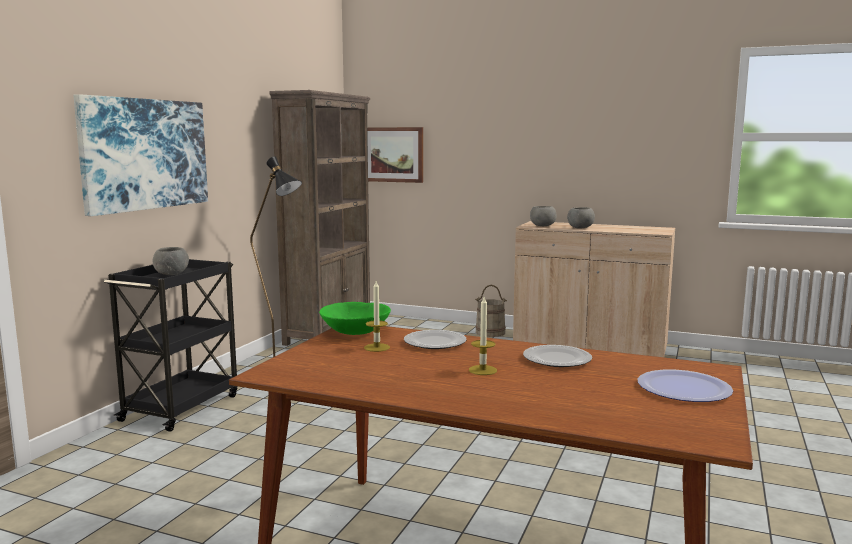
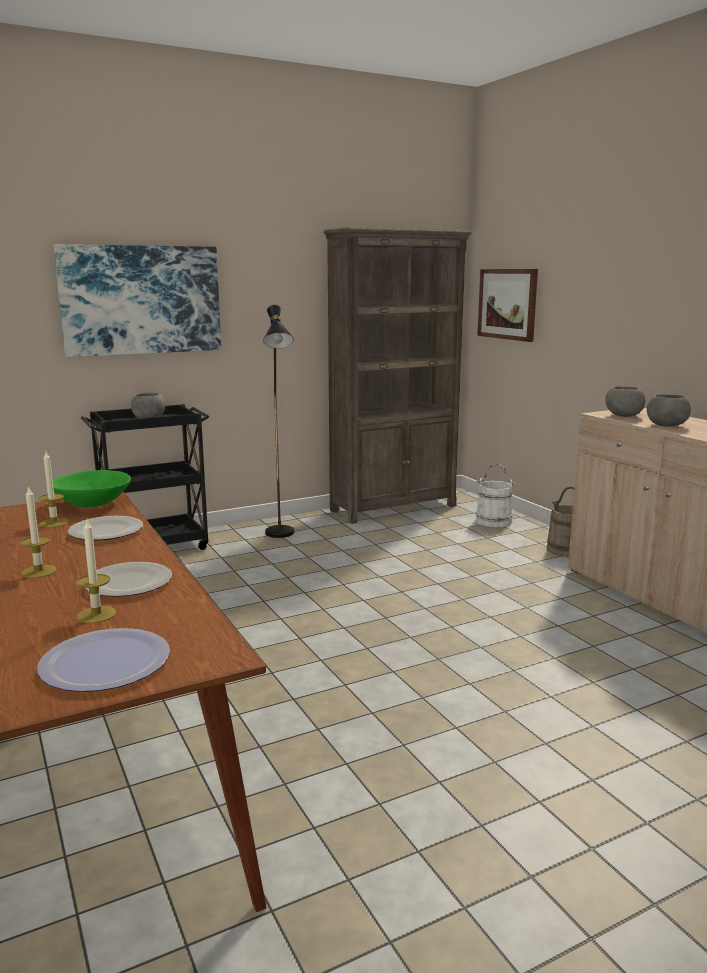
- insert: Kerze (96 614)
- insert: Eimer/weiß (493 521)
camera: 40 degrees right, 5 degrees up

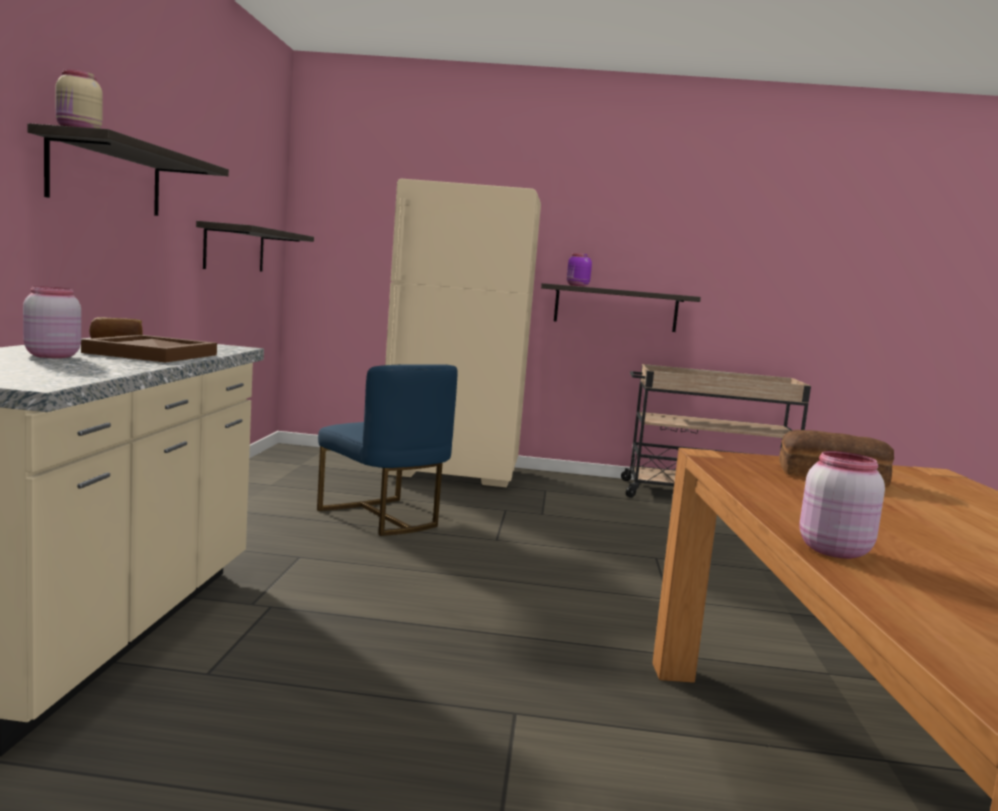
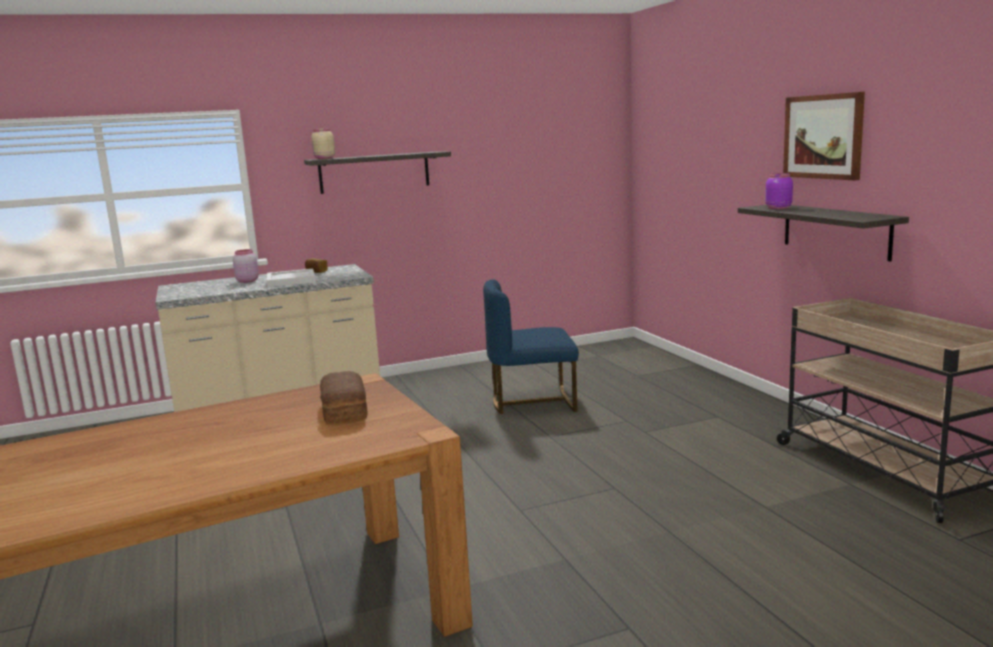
- recolor: Tablett/braun (151 353) to Tablett/weiß (292 280)
- delete: Wandregal (235 248)
- rotate: Stuhl/blau (383 517) = (532 402) 60 degrees clockwise
- delete: Kühlschrank/beige (451 474)
- delete: Vorratsglas/rosa (832 550)
- insert: Bild (823 136)
camera: 65 degrees right, 5 degrees up

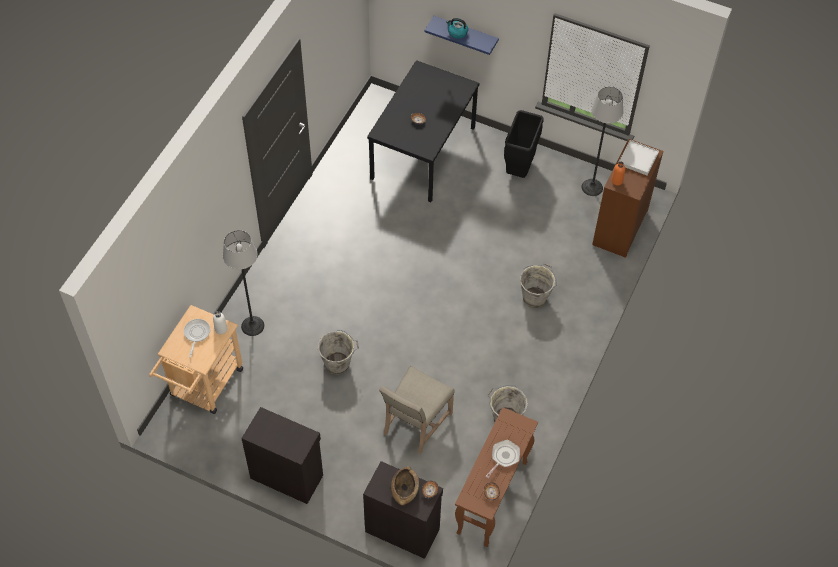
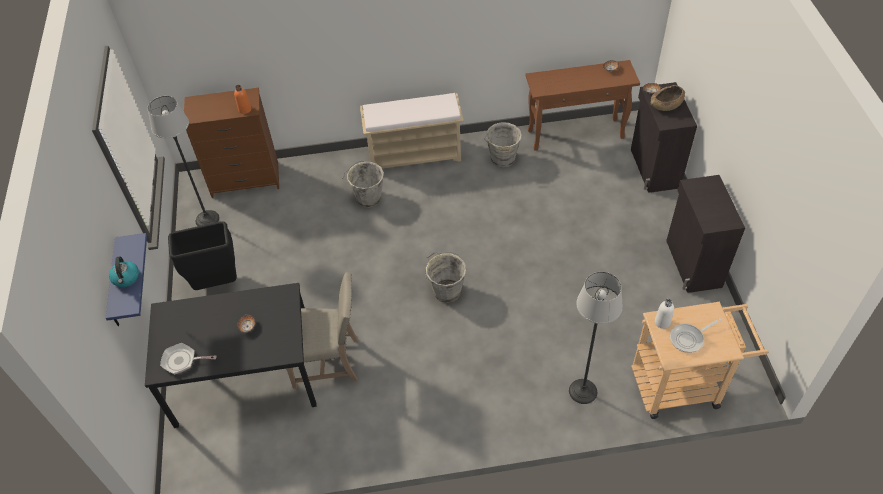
- move: Eimer/grau (338 364) to (446 290)
- move: Stuhl/beige (415 424) to (329 361)
- move: Pfanne (504 457) to (182 361)
- delete: Tablett/weiß (638 159)
- insert: Bank/beige (415 155)
camera: 120 degrees left, 5 degrees down

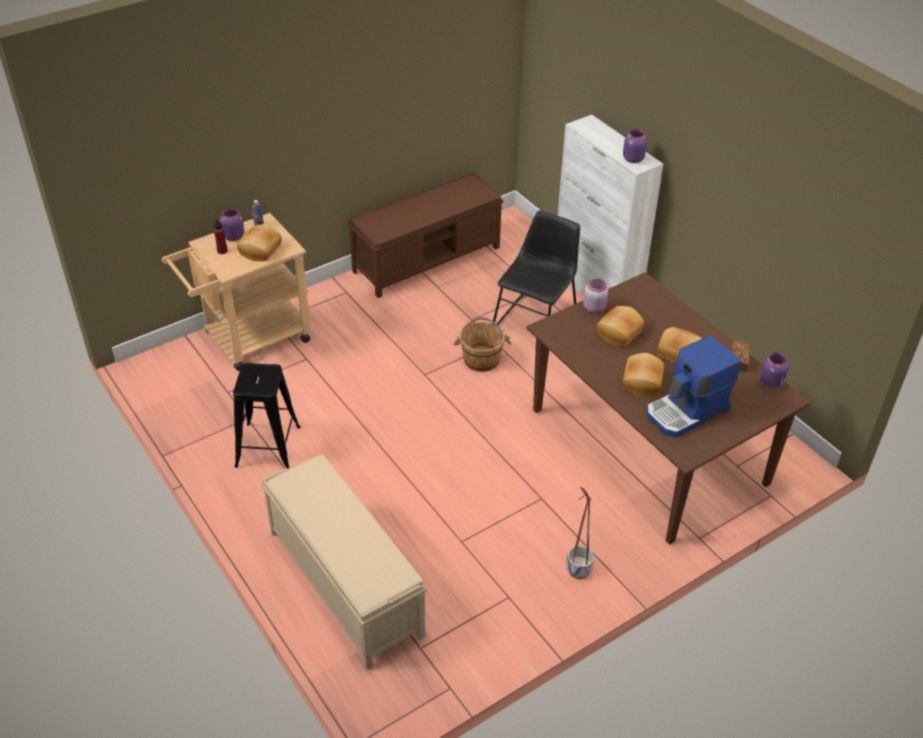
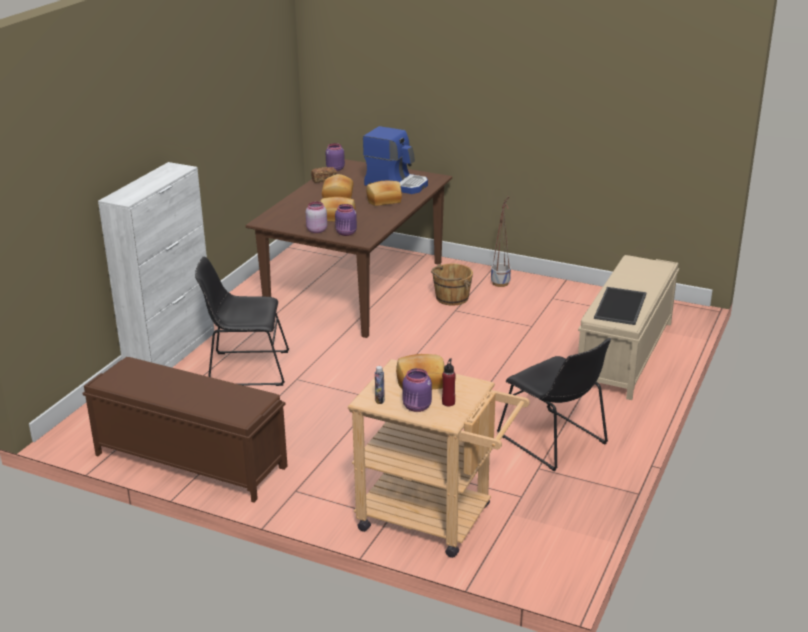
- replace: Hocker/schwarz (268 446) to Stuhl/schwarz (555 441)
- move: Eimer/braun (481 359) to (451 298)
- move: Vorratsglas/lila (632 159) to (346 233)
- insert: Tablett (621 307)
camera: 120 degrees left, 15 degrees down

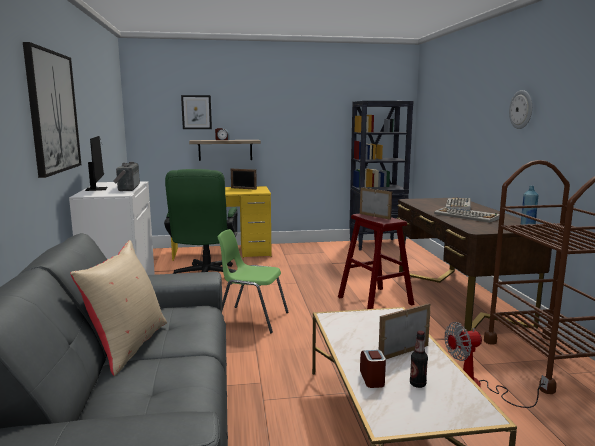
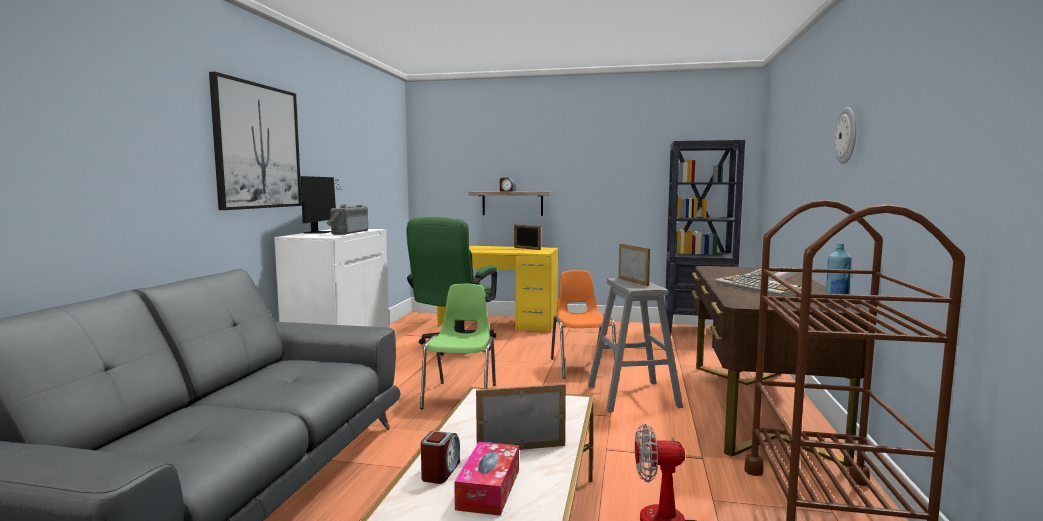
- delete: Kissen/beige (128 346)
- delete: Bild (196 112)
- rotate: Stuhl/grün (251 318) = (462 396) 60 degrees clockwise
- recolor: Hocker/rot (375 301) to Hocker/grau (632 396)
- replace: Flasche (417 384) to Taschentuchbox (488 489)
- insert: Stuhl/orange (582 366)
camera: 20 degrees right, 5 degrees down

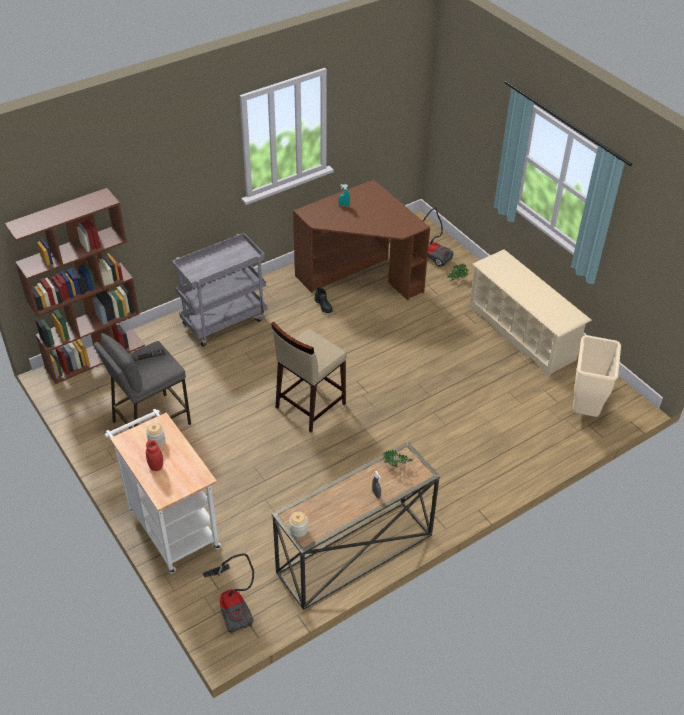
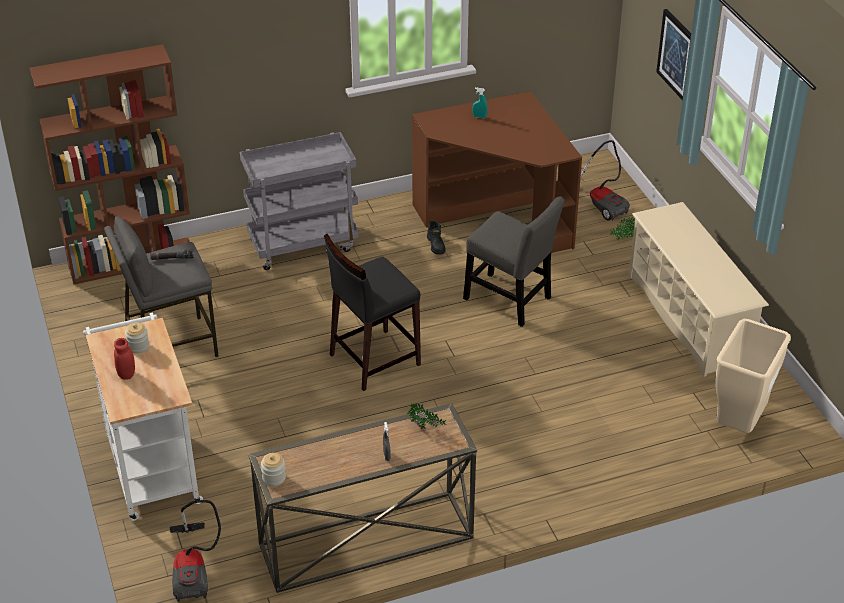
- recolor: Hocker/beige (309 405) to Hocker/schwarz (373 359)
- insert: Stuhl/grau (510 301)
- insert: Bild (677 55)
camera: 15 degrees right, 5 degrees down

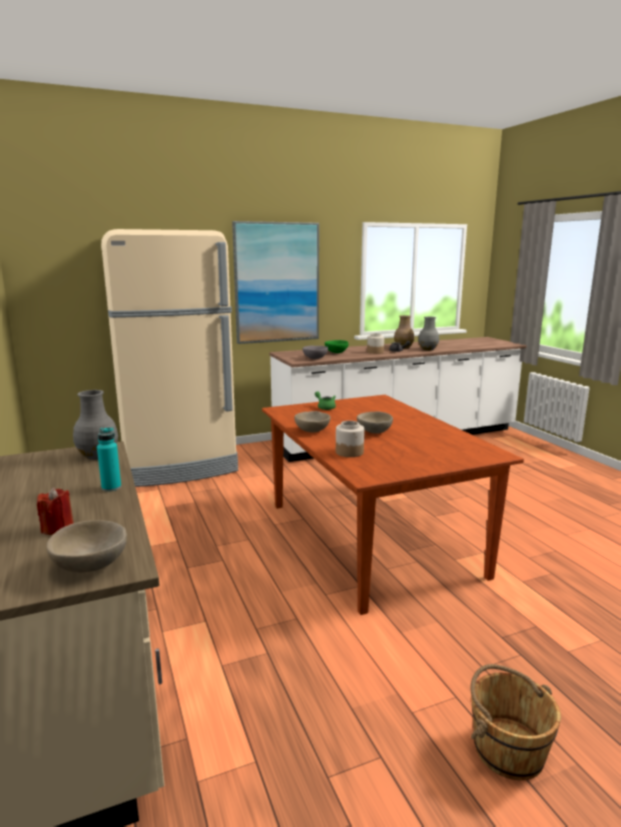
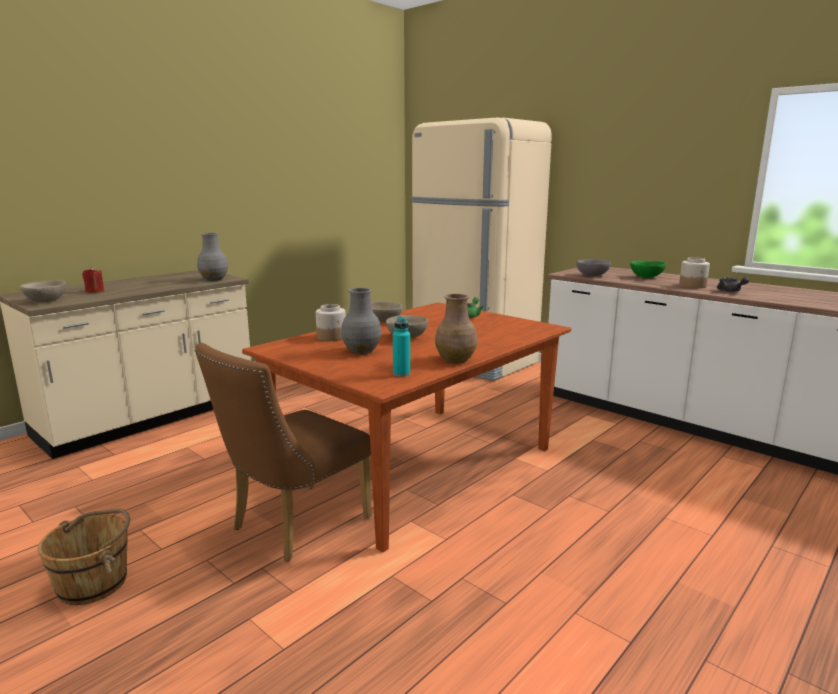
- move: Flasche/türkis (111 487) to (401 374)
- delete: Bild (277 283)
- move: Vase/braun (403 347) to (456 360)
- move: Vase/grau (427 349) to (362 351)
- insert: Stuhl/braun (292 526)
camera: 65 degrees right, 0 degrees up

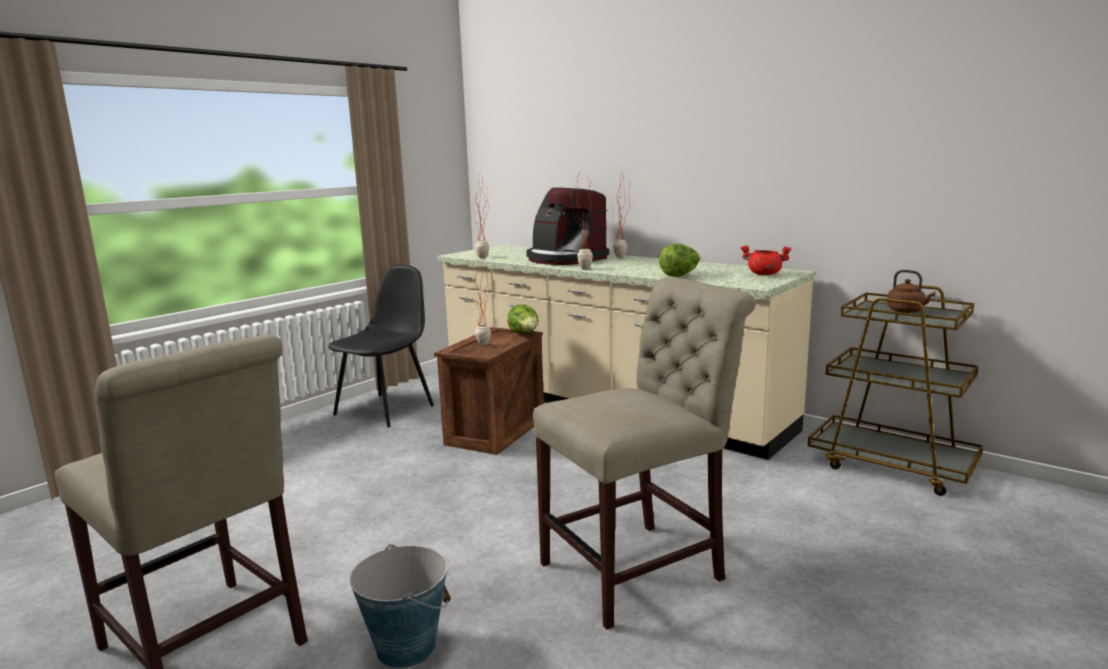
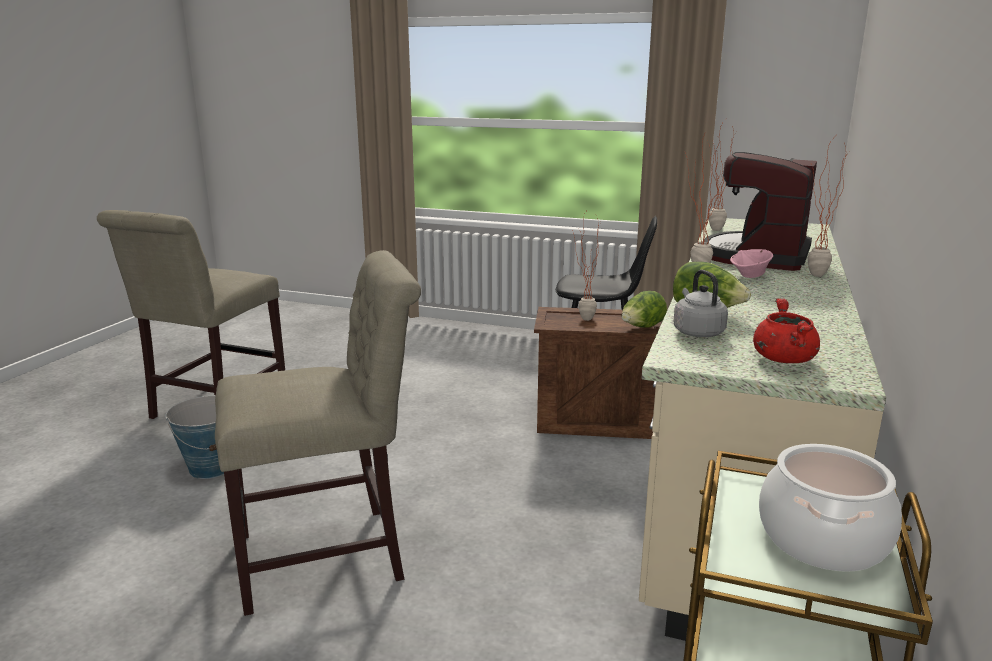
- rotate: Stuhl/beige (640 569) = (331 555) 60 degrees counterclockwise
- replace: Wasserkessel/braun (907 311) to Kochtopf (823 539)
- insert: Wasserkessel/grau (697 332)
- insert: Schüssel/rosa (749 276)
camera: 70 degrees right, 5 degrees up

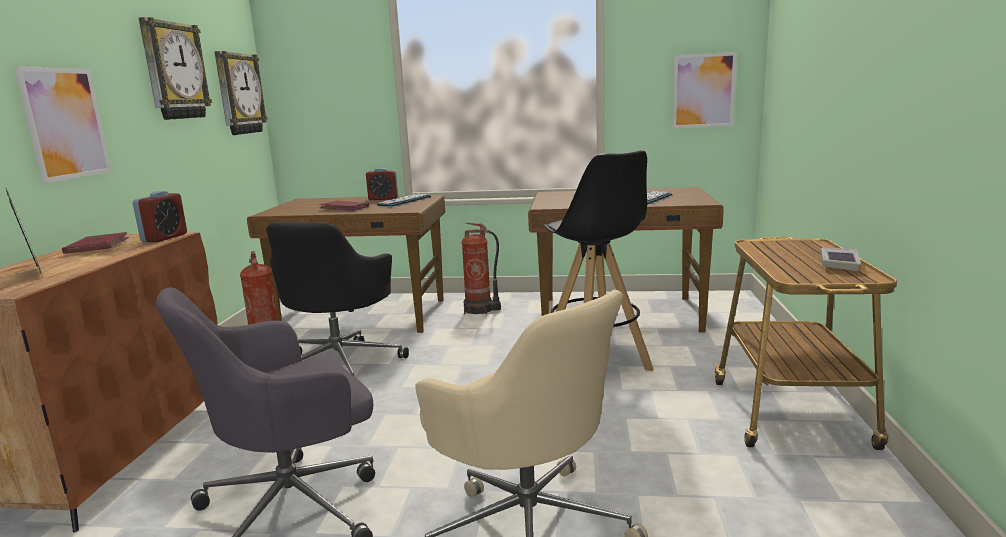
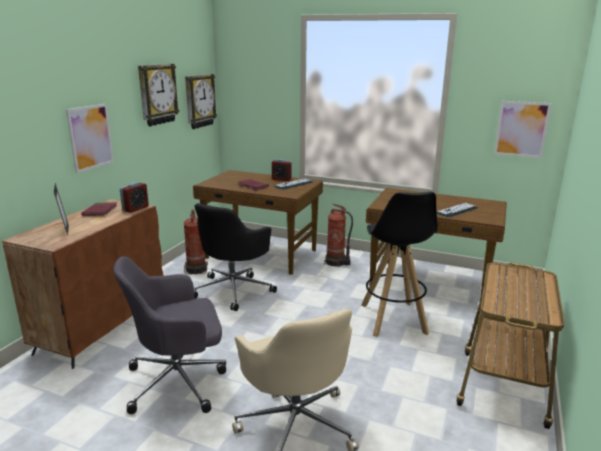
- delete: Buch (839 263)
camera: 15 degrees right, 5 degrees up

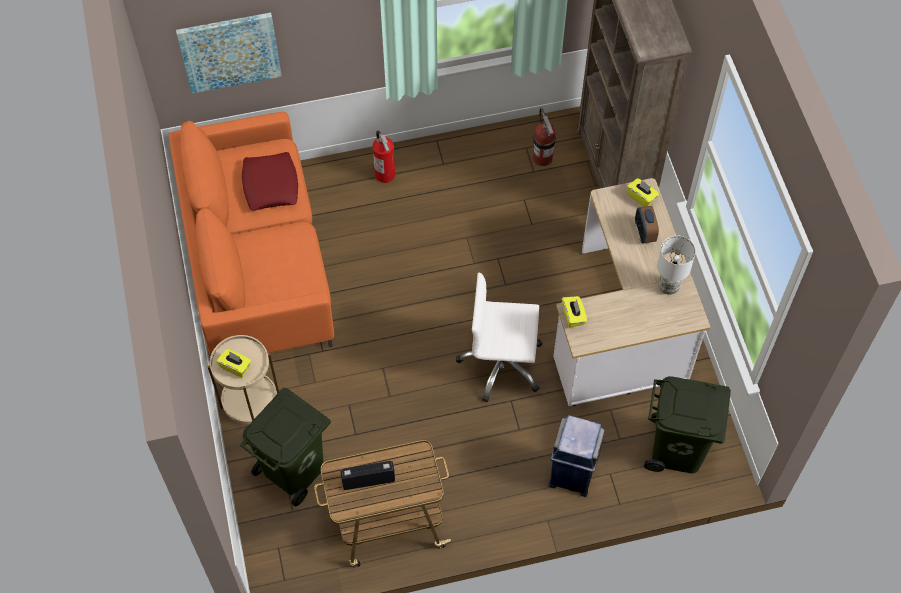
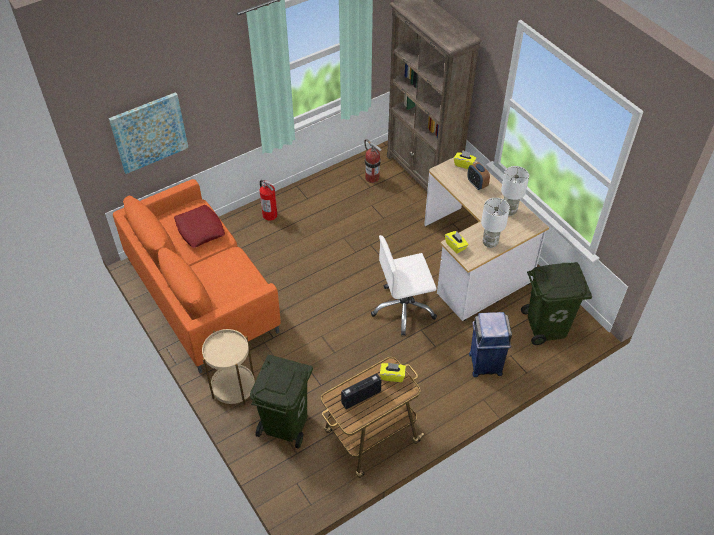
- move: Taschentuchbox/gelb (235 367) to (392 376)
- insert: Tischlampe/weiß (489 243)
camera: 20 degrees left, 10 degrees down

